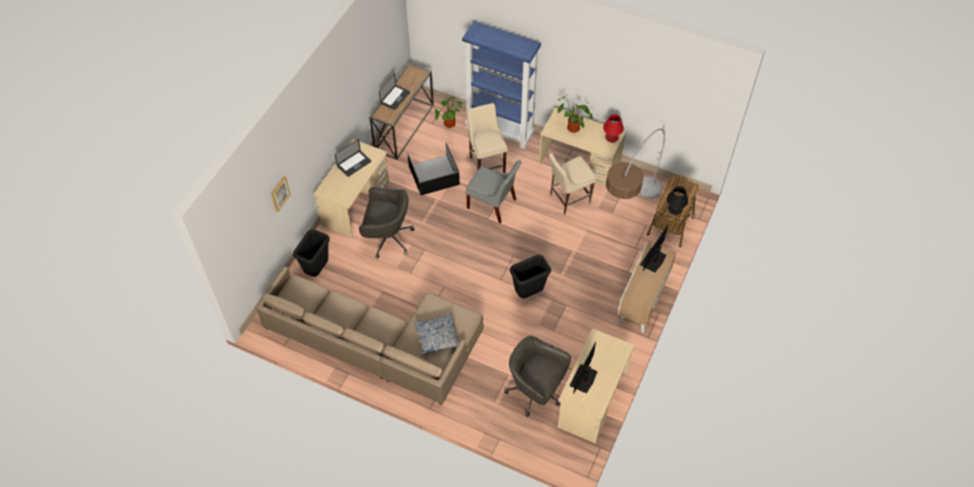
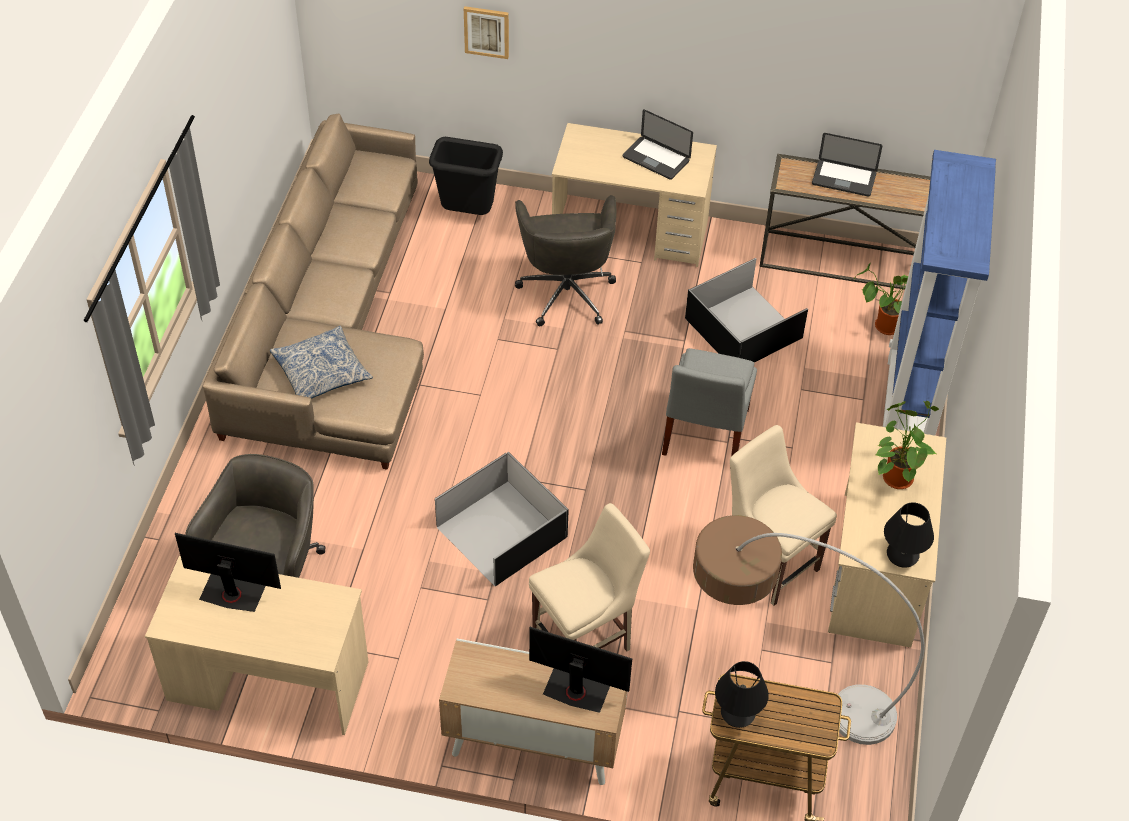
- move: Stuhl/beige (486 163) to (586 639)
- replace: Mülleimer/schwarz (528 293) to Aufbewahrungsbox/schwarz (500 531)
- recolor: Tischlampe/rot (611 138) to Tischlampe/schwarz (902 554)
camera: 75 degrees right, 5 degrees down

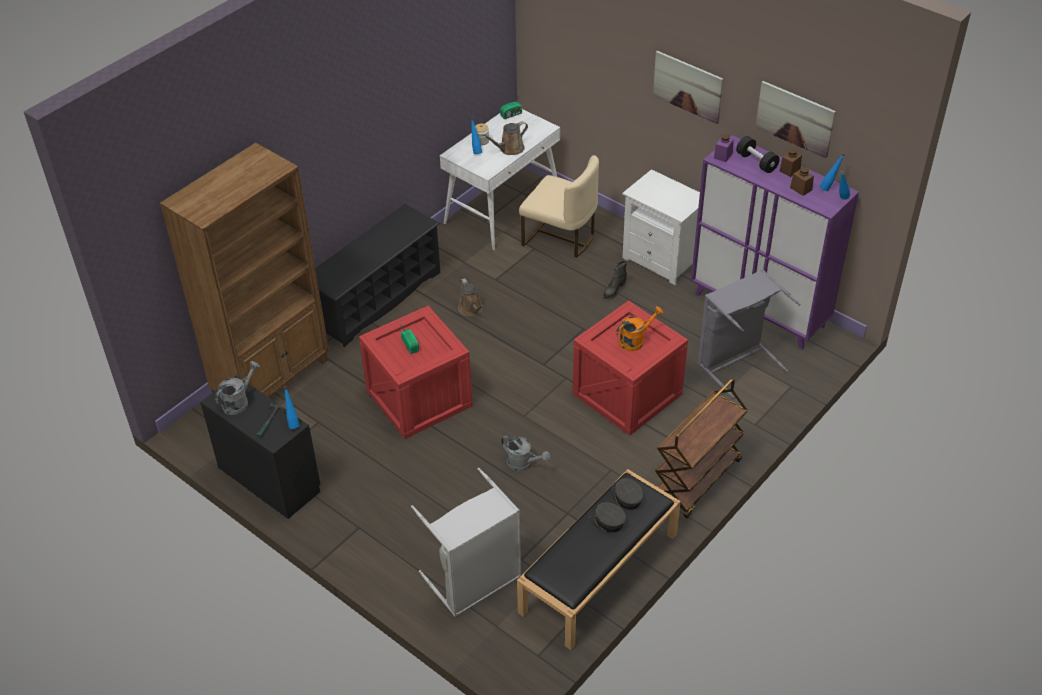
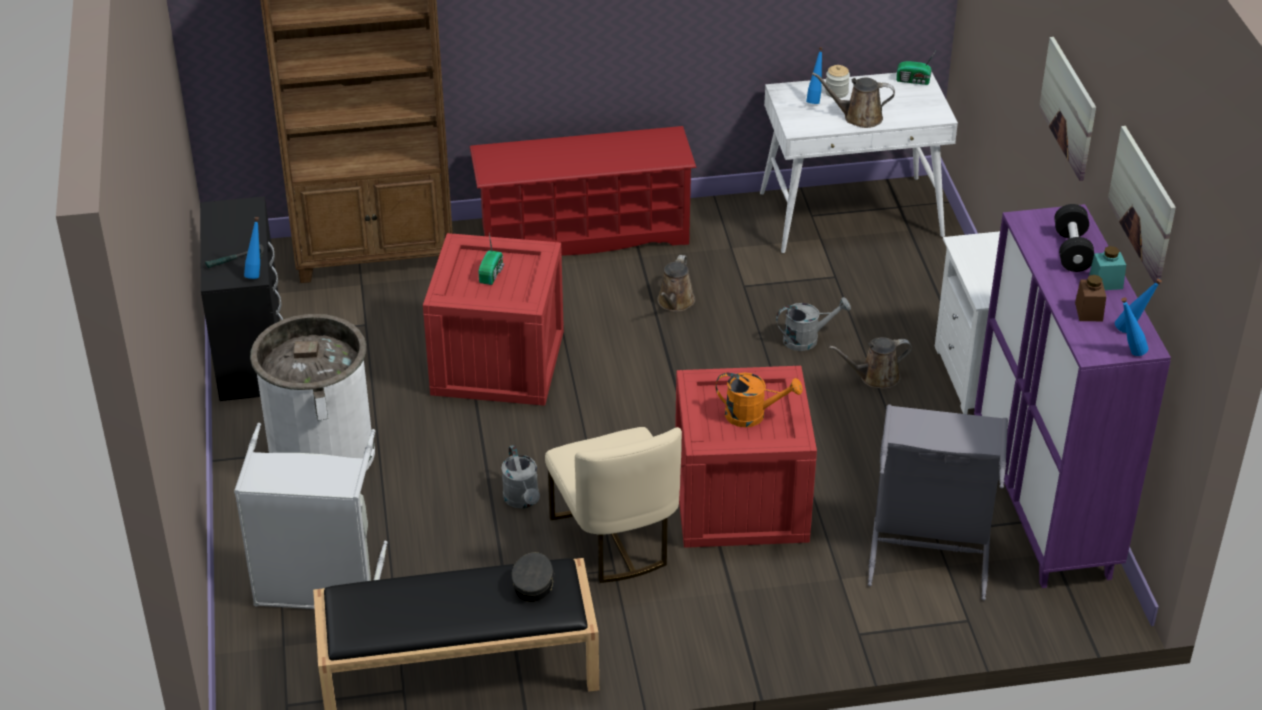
- move: Gießkanne/grau (239 401) to (807 339)
- recolor: Schuhregal/schwarz (377 299) to Schuhregal/rot (583 234)
- move: Stuhl/beige (560 238) to (615 539)
- delete: Kappe/grau (606 521)
- replace: Stiefel/schwarz (614 290) to Gießkanne/braun (875 377)
- delete: Rollwagen/braun (697 480)
- delete: Vorratsglas/lila (723 155)
- recolor: Vorratsglas/braun (789 170) to Vorratsglas/türkis (1105 282)
- insert: Mülleimer/weiß (321 453)
camera: 40 degrees right, 5 degrees down

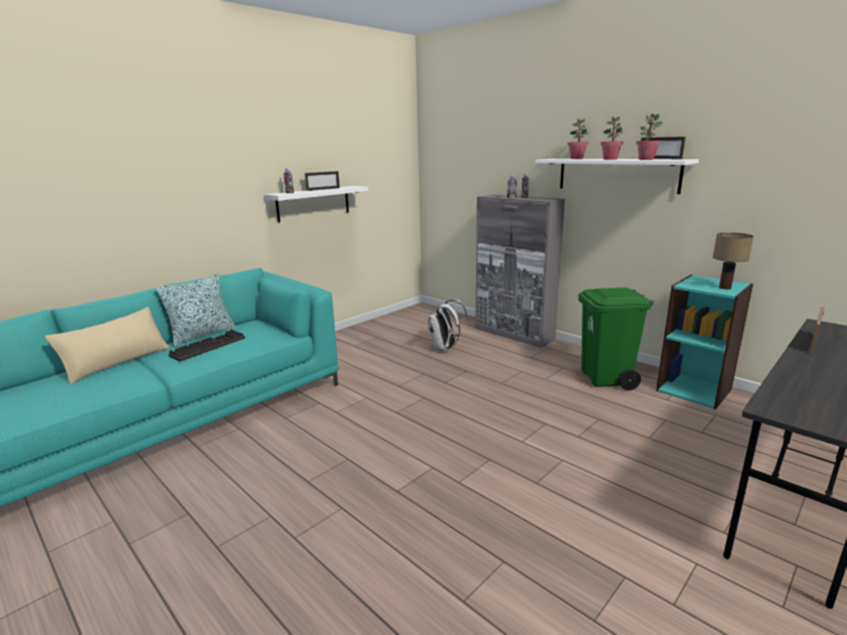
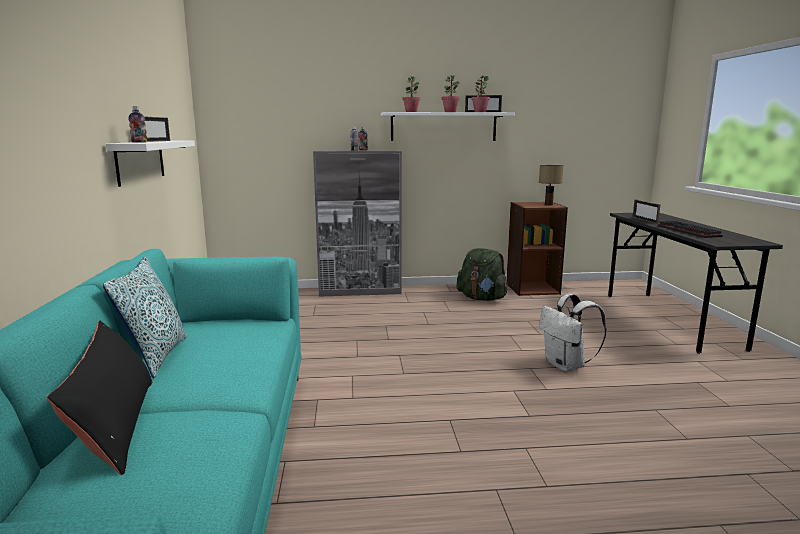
- recolor: Kissen/beige (117 363) to Kissen/schwarz (115 425)
- move: Tastatur (208 346) to (686 231)
- move: Rucksack/weiß (445 348) to (566 365)
- replace: Mülleimer/grün (606 379) to Rucksack/grün (482 298)
- recolor: Bücherregal/türkis (694 389) to Bücherregal/braun (532 288)
camera: 50 degrees left, 5 degrees down

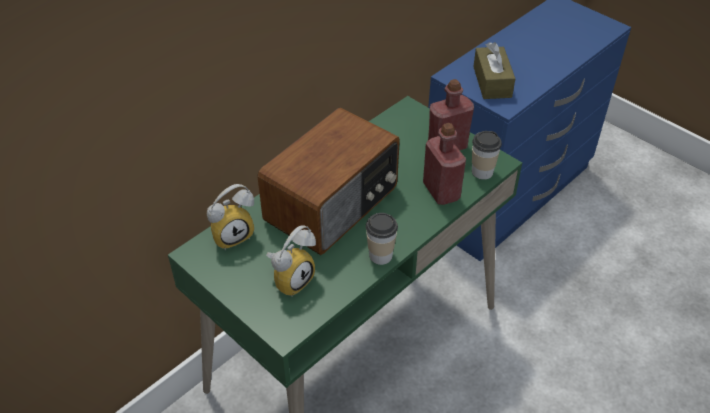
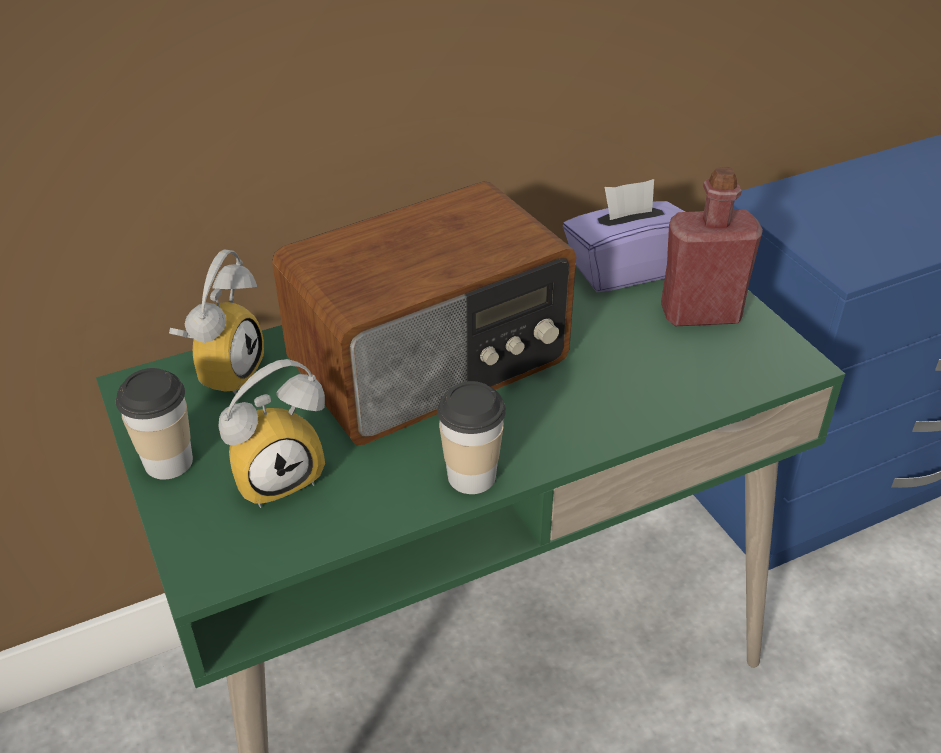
- rotate: Wecker (232 234) = (224 371) 60 degrees counterclockwise
- delete: Flasche/rot (441 191)
- move: Tasse (482 172) to (168 461)
- delete: Taschentuchbox/braun (492 82)
- insert: Taschentuchbox/lila (625 269)
camera: 20 degrees right, 5 degrees down

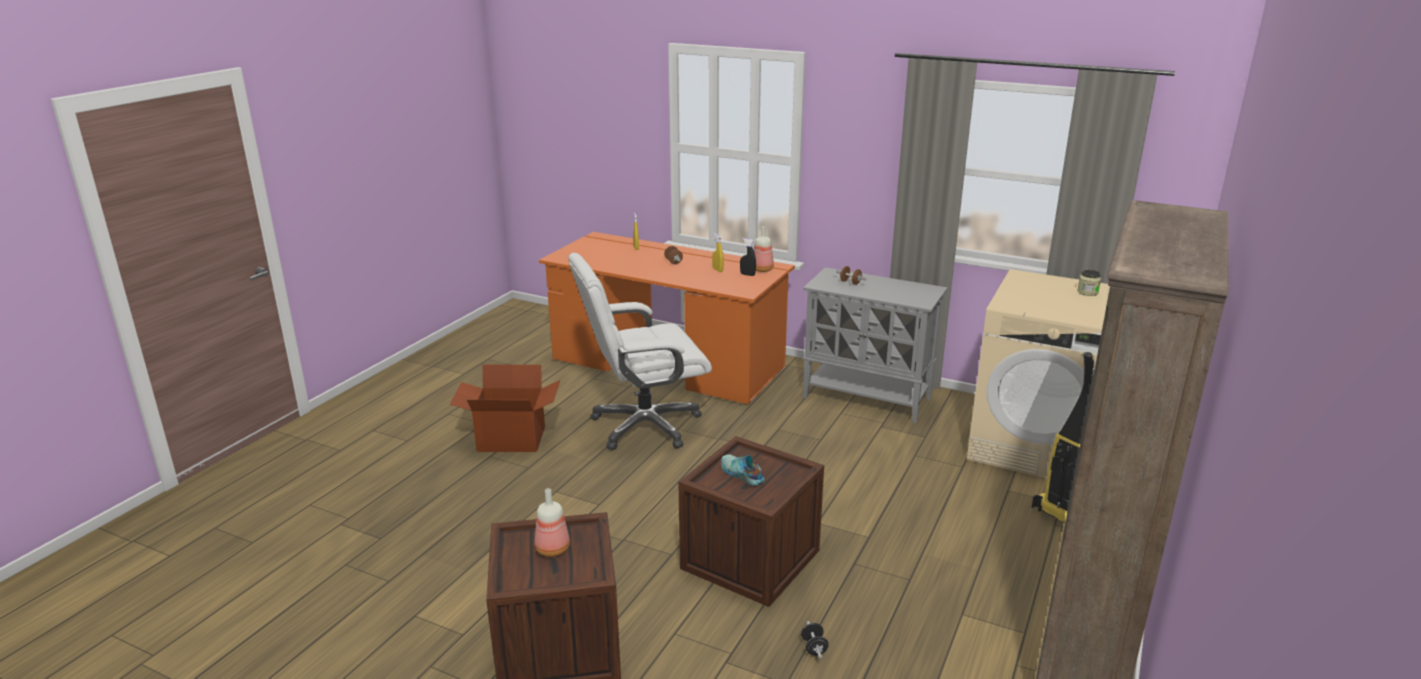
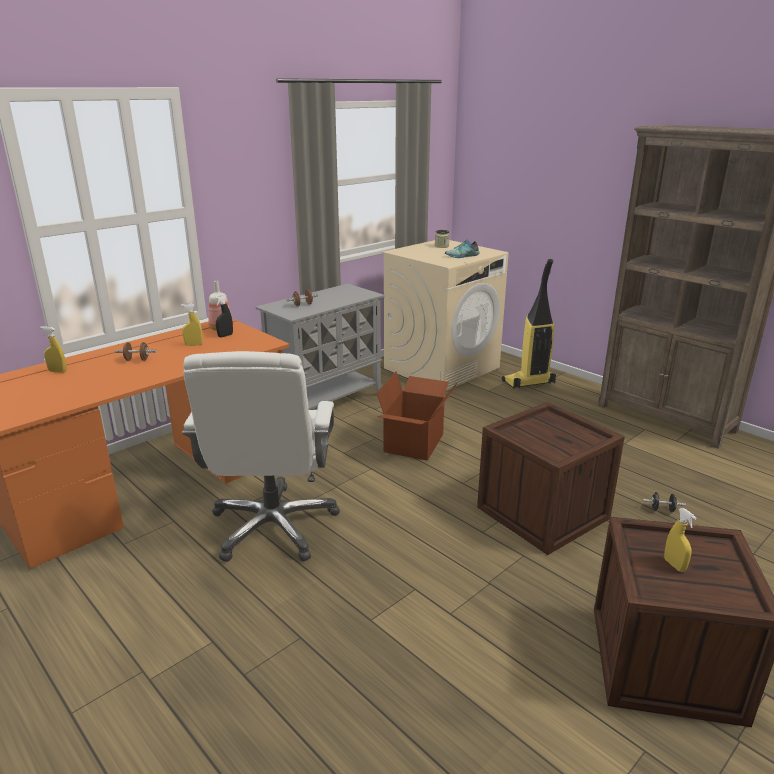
- move: Karton (511 440) to (415 443)
- replace: Flasche (551 549) to Sprühflasche/gelb (674 565)
- move: Schuh (741 474) to (462 256)
camera: 70 degrees left, 0 degrees up

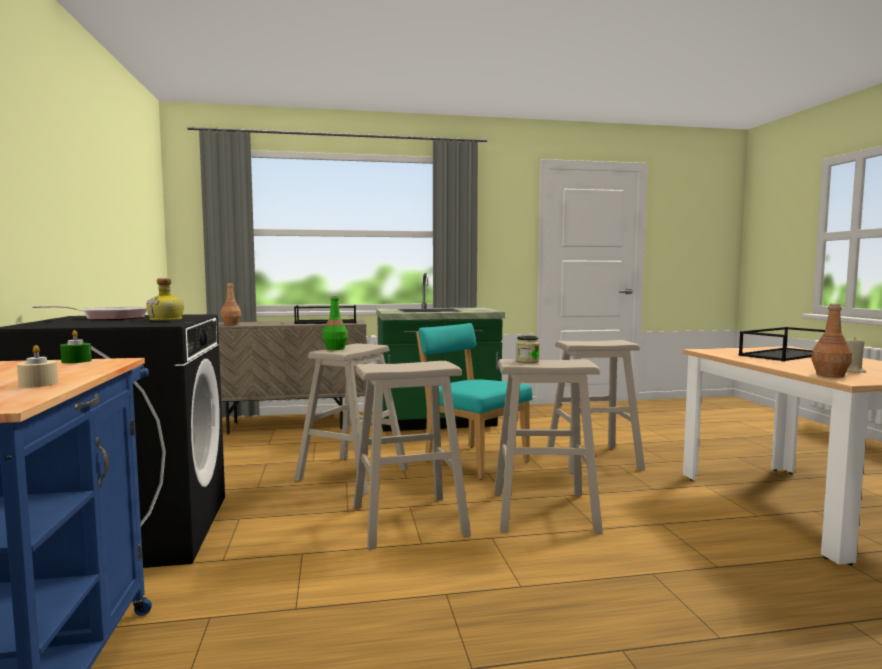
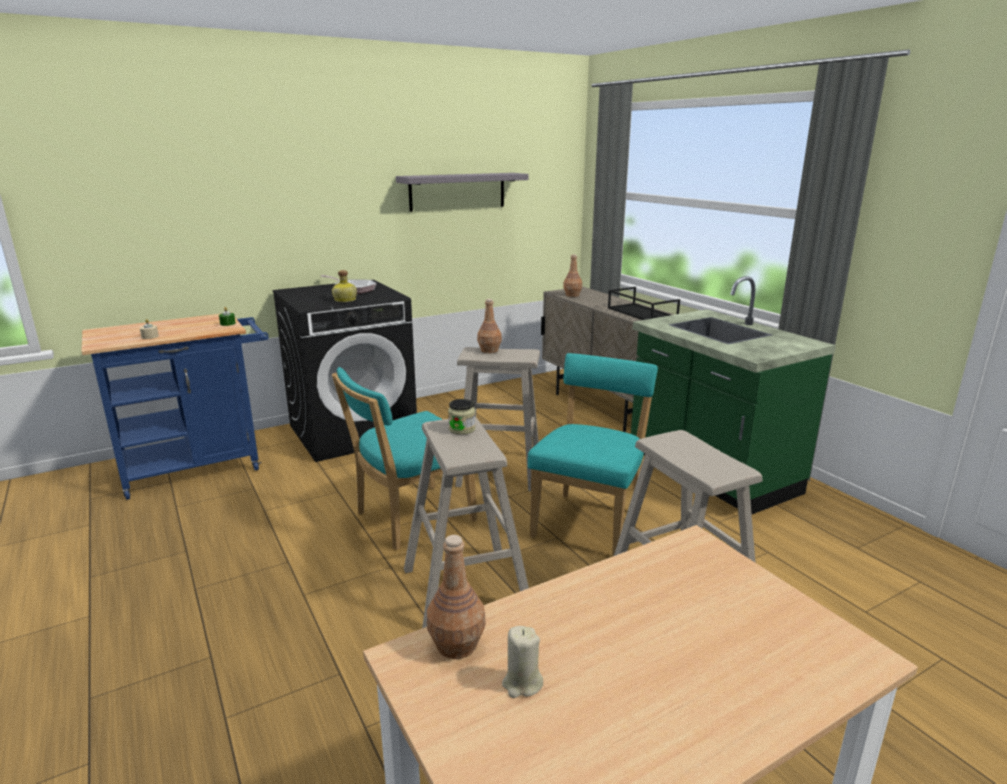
- recolor: Flasche/grün (335 349) to Flasche/braun (489 350)
- replace: Hocker/beige (408 520) to Stuhl/türkis (410 518)
- delete: Tablett/schwarz (783 354)
- insert: Wandregal/grau (457 191)
camera: 70 degrees right, 15 degrees up

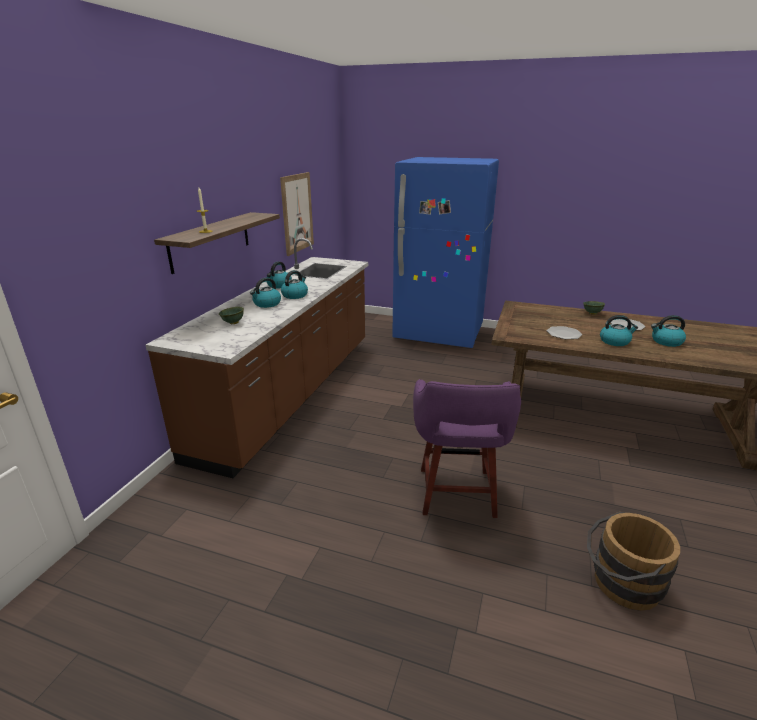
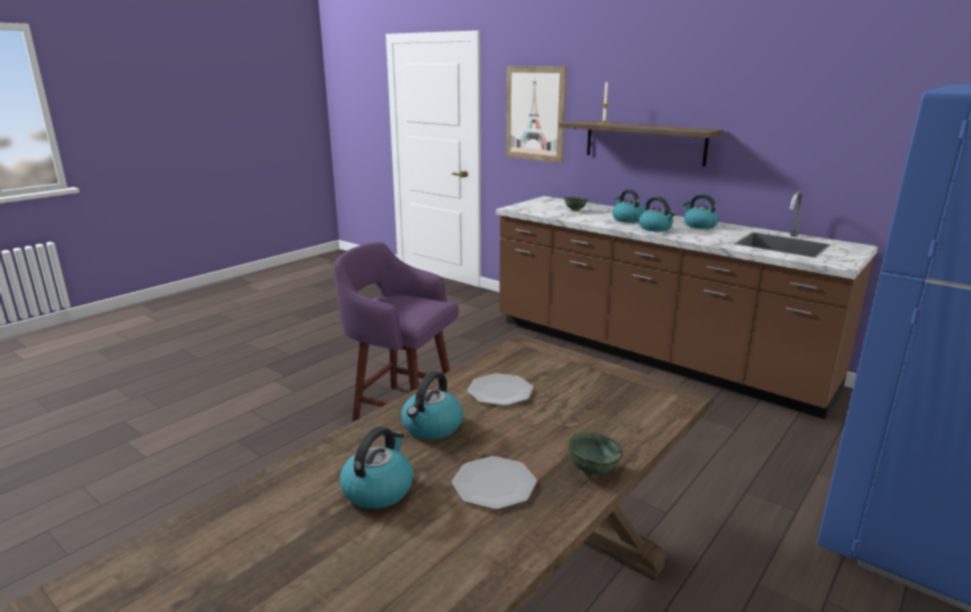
- move: Bild (297 213) to (535 114)
- delete: Eimer/braun (620 583)
camera: 110 degrees right, 5 degrees down

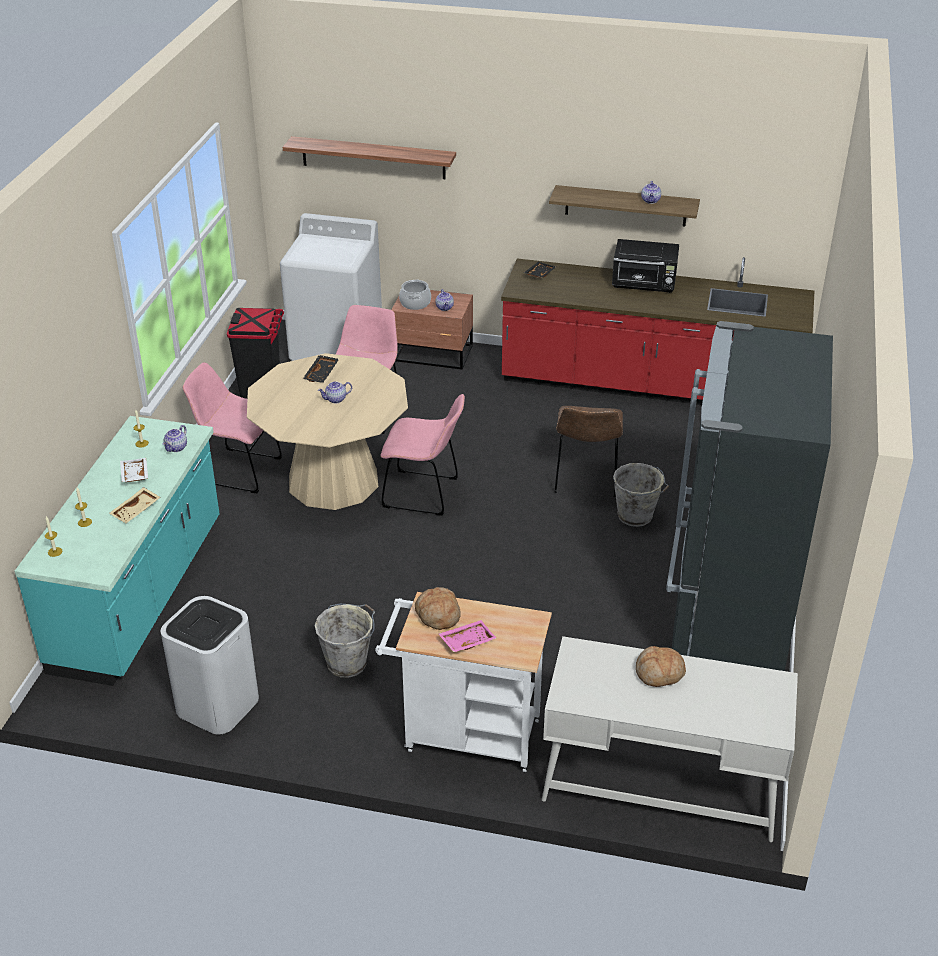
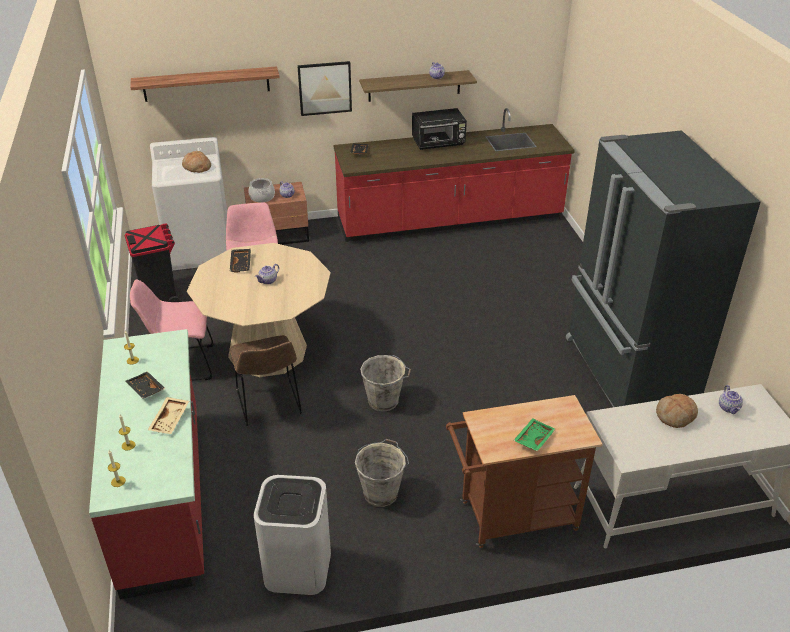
- recolor: Küchenzeile/türkis (140 595) to Küchenzeile/rot (165 496)
- recolor: Tablett/weiß (134 475) to Tablett/schwarz (145 389)
- move: Teekanne (176 448) to (729 408)
- recolor: Rollwagen/weiß (464 735) to Rollwagen/braun (511 518)
- delete: Stuhl/rosa (425 493)
- move: Brot (437 615) to (197 167)
- recolor: Tablett/rosa (467 641) to Tablett/grün (533 439)
- move: Stuhl/braun (586 480) to (269 404)
- move: Eimer/grau (636 516) to (384 401)
- insert: Bild (325 88)
camera: 25 degrees left, 0 degrees up

